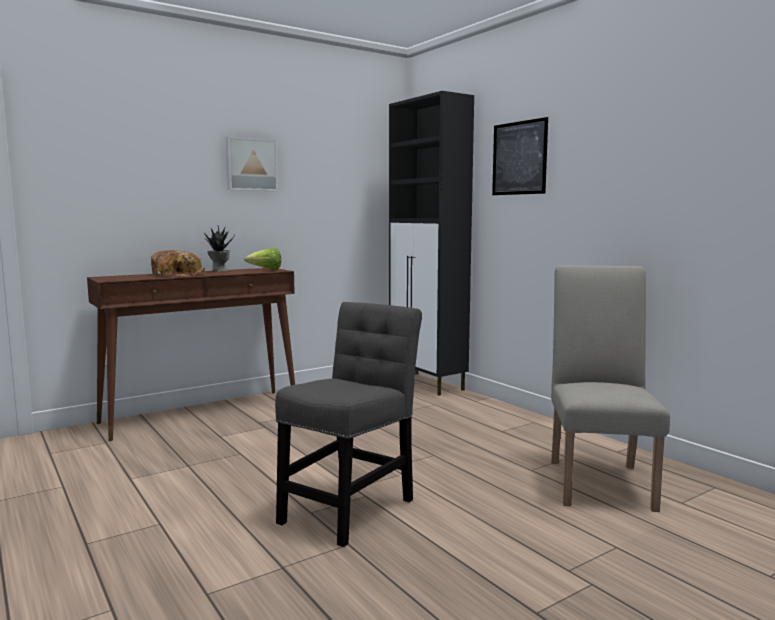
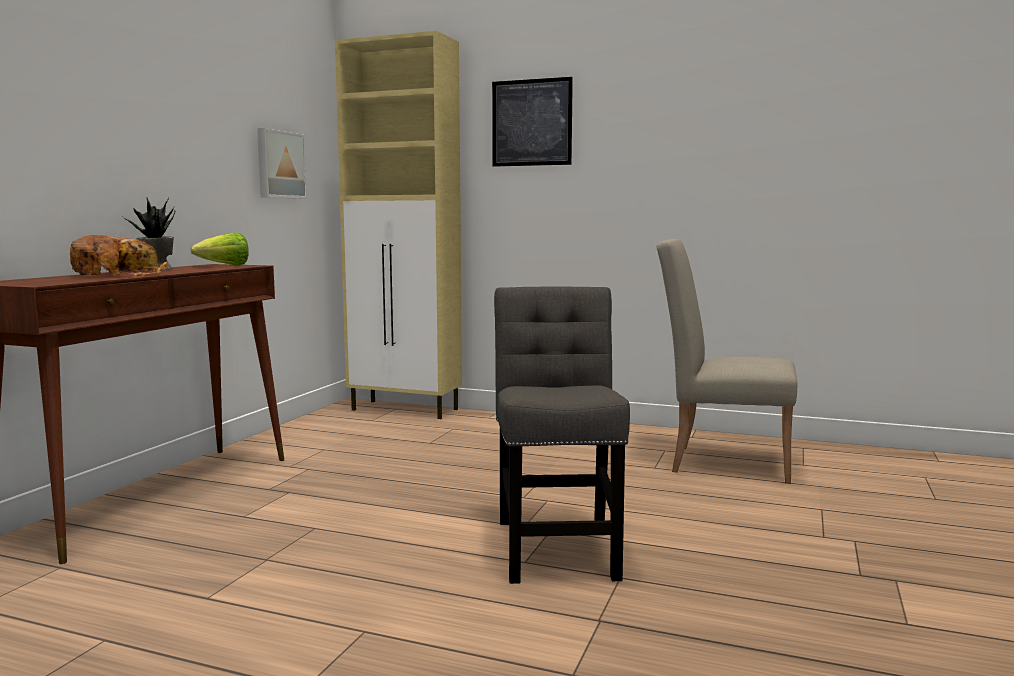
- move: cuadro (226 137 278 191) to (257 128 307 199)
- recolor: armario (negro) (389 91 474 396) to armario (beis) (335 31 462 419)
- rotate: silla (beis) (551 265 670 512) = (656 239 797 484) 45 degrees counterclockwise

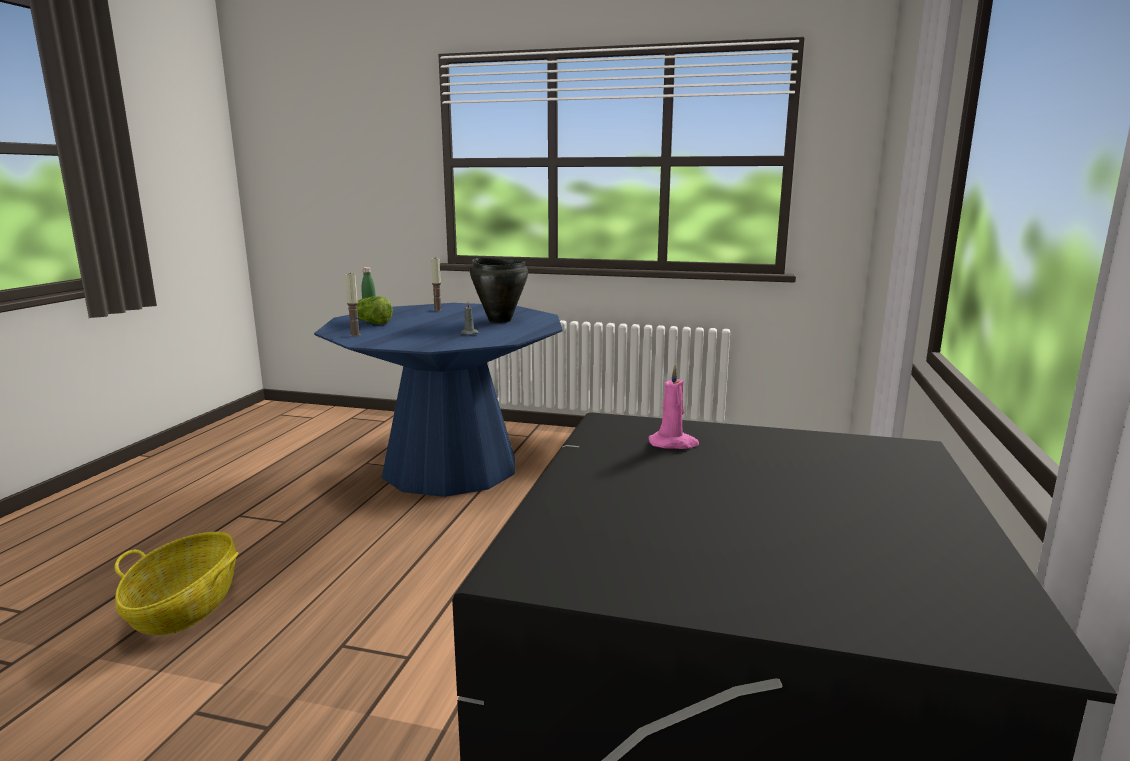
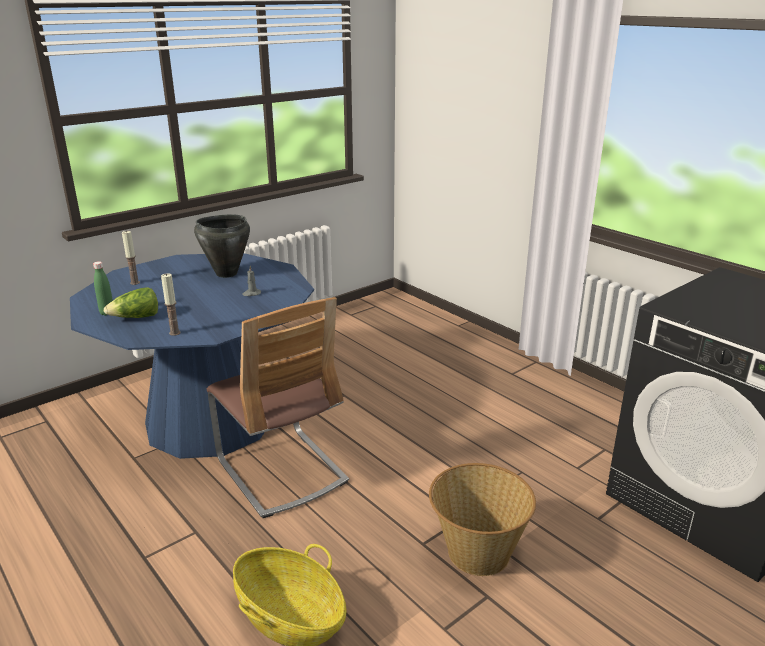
- insert: silla (207 297 349 518)
- insert: cesta (429 463 536 576)
- delete: vela (rosa) (648 365 699 449)

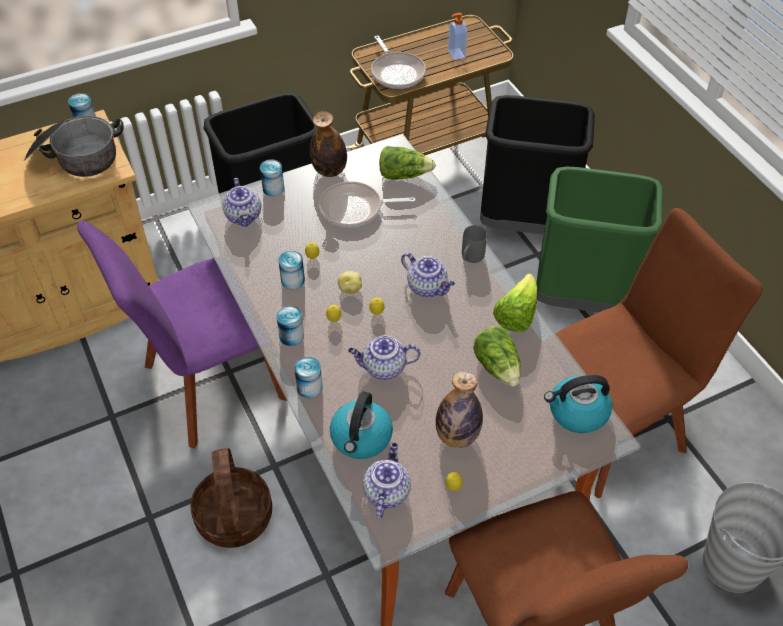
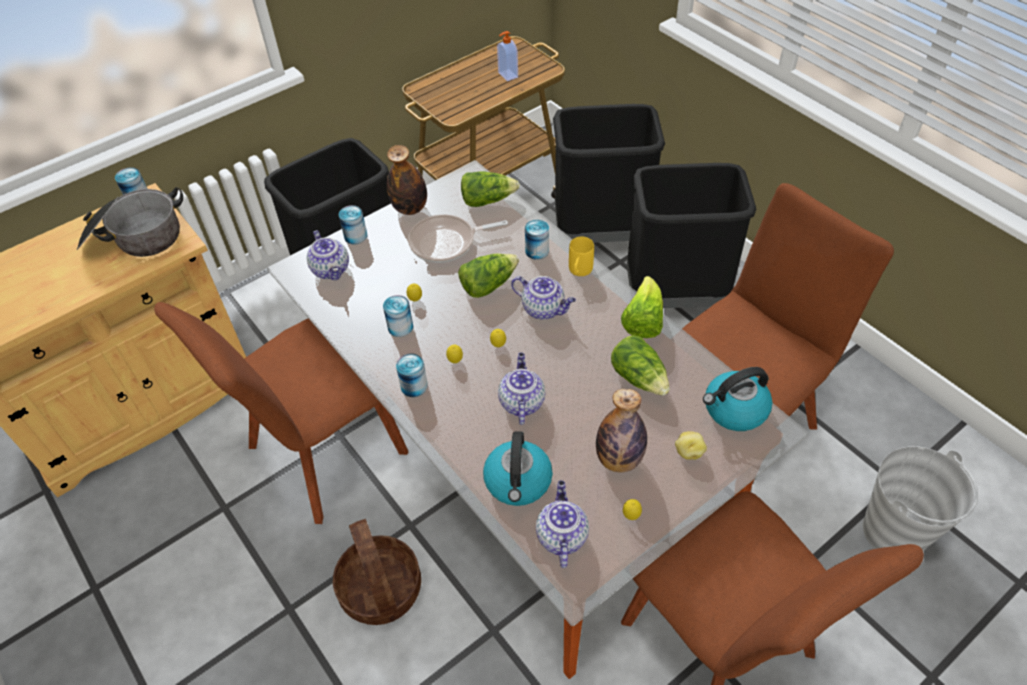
- recolor: silla (morado) (77 221 287 448) to silla (marrón) (154 302 408 524)
- insert: lechuga (458 253 519 298)
- rotate: tetera (348 335 421 380) = (498 353 546 425) 105 degrees clockwise
- move: lata (294 357 323 398) to (525 220 549 260)
- recolor: taza grande (gris) (462 225 487 263) to taza grande (amarillo) (569 236 594 276)
- recolor: papelera (verde) (536 167 663 313) to papelera (negro) (627 163 756 308)
- move: patata (338 271 362 294) to (675 431 707 460)
- delete: sartén (371 36 426 89)

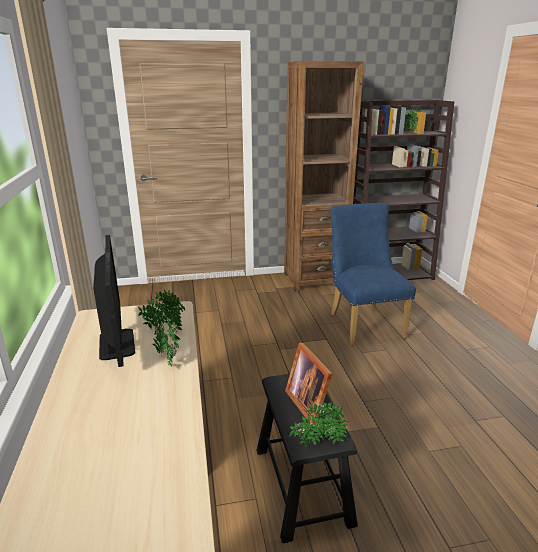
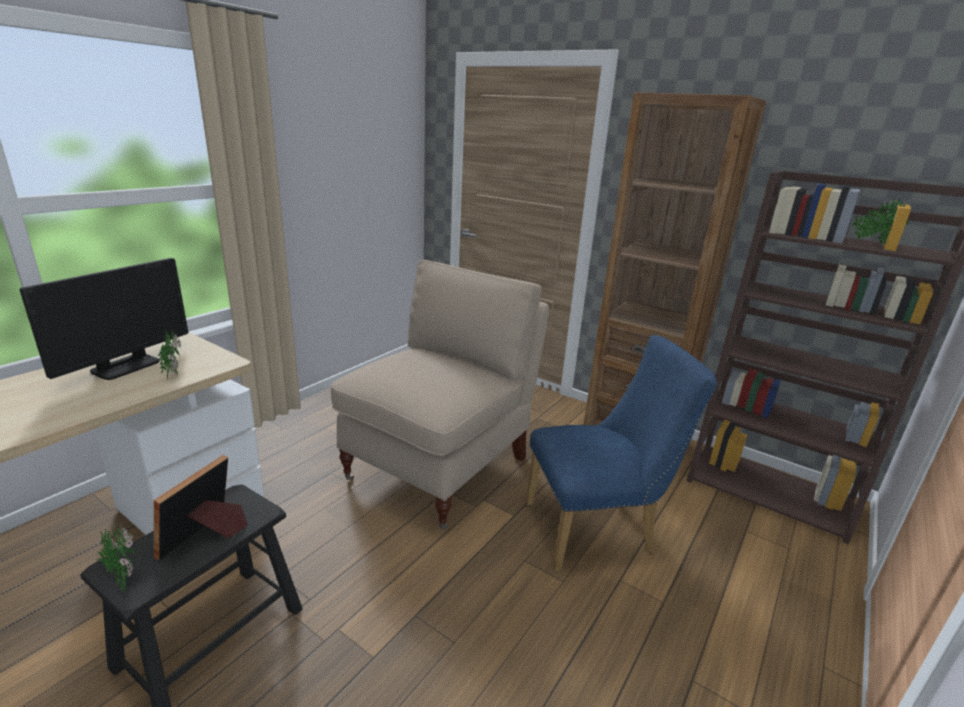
- insert: silla (beis) (331 260 549 530)
- rotate: silla (azul) (330 203 416 346) = (526 335 717 571) 45 degrees clockwise
- delete: planta en maceta (152 317 180 368)

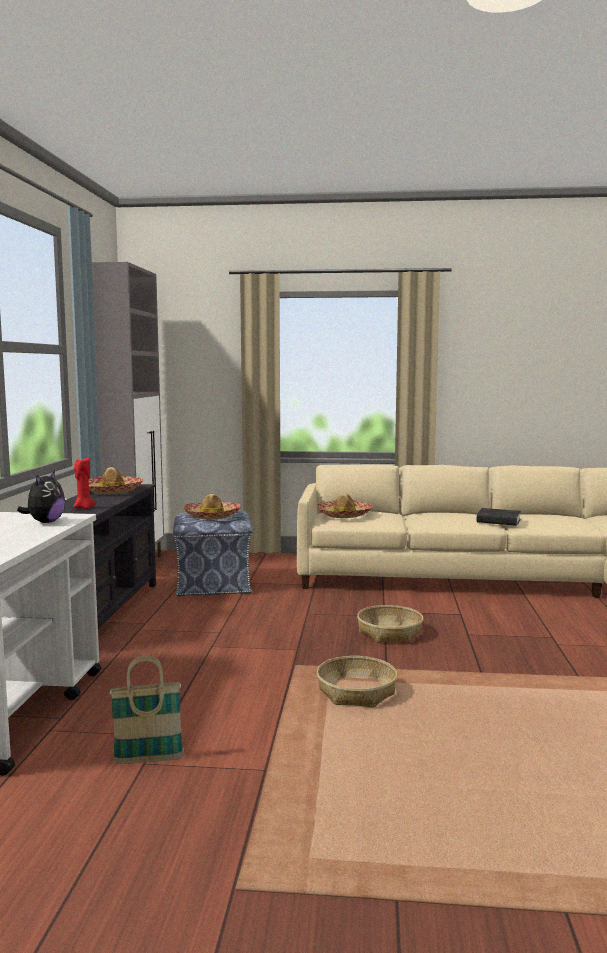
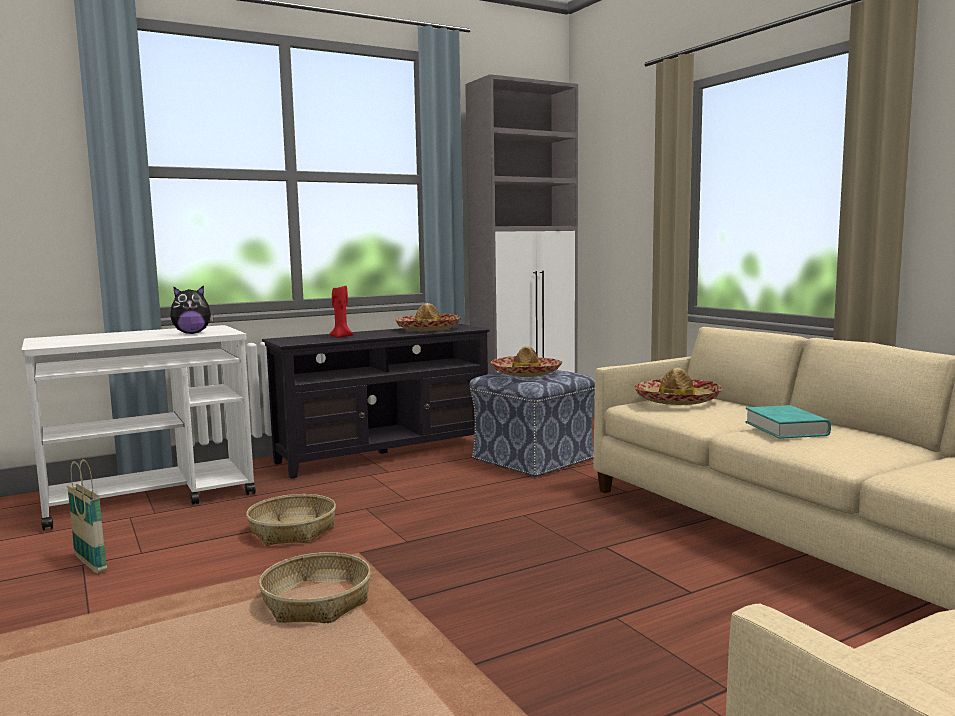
- move: cesta (357 605 423 643) to (246 494 336 546)
- insert: libro (turquesa) (745 405 831 439)
- delete: libro (negro) (477 508 521 526)

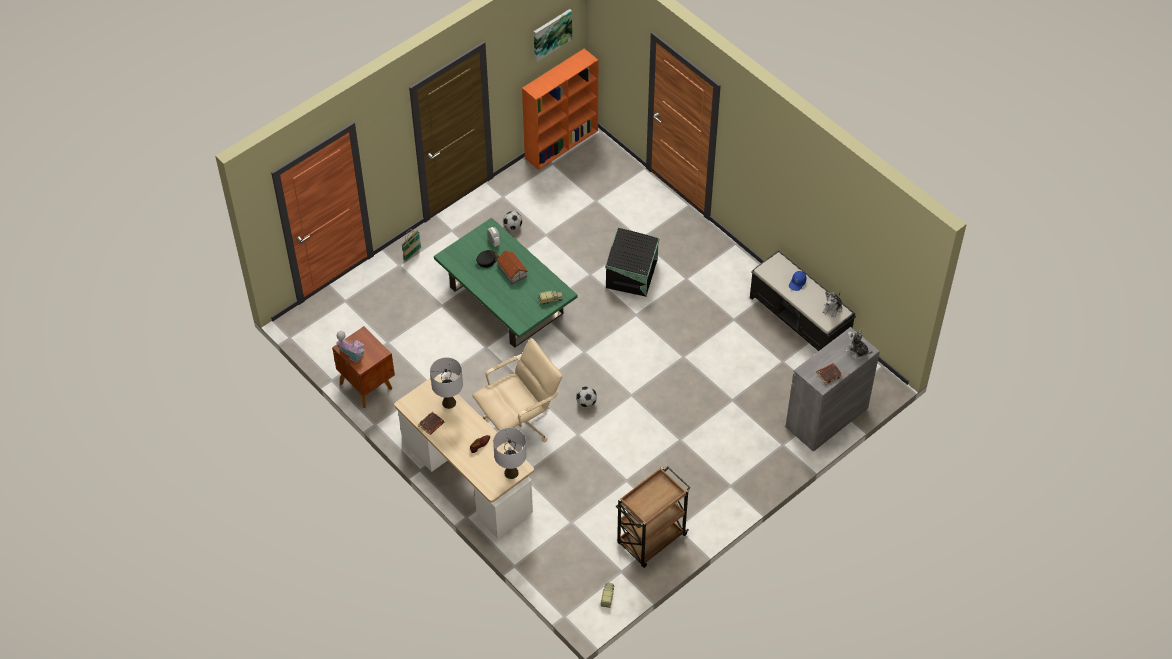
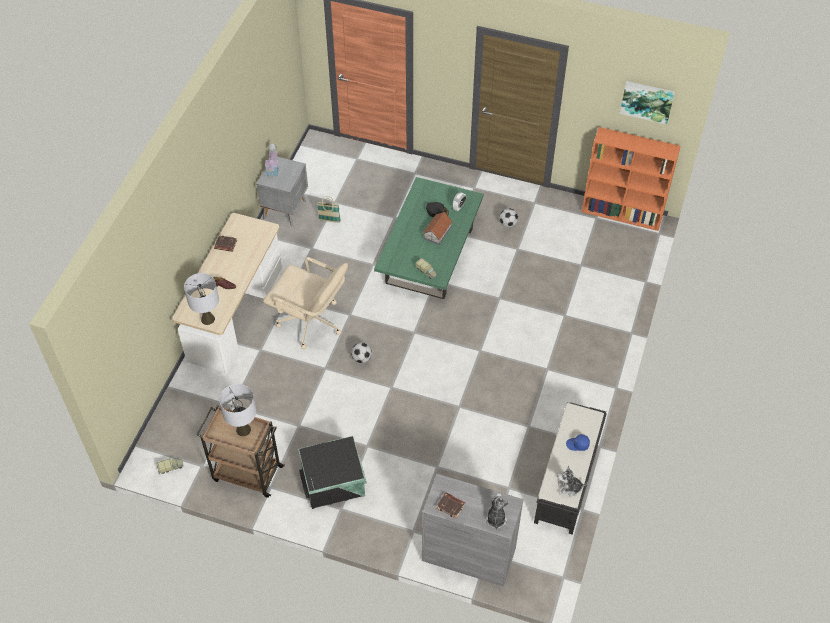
- move: lámpara de mesa (gris) (430 357 463 409) to (219 384 256 436)
- recolor: mesita de noche (marrón) (332 326 395 408) to mesita de noche (gris) (256 157 308 227)
- move: caja de almacenaje (negro) (605 227 659 297) to (298 436 367 509)
- move: cesta (402 229 421 261) to (317 196 341 223)

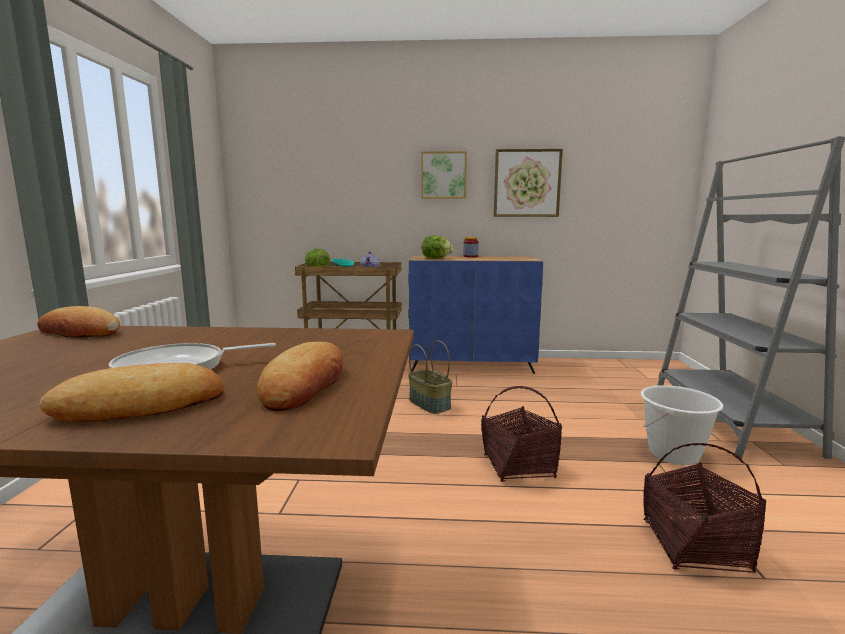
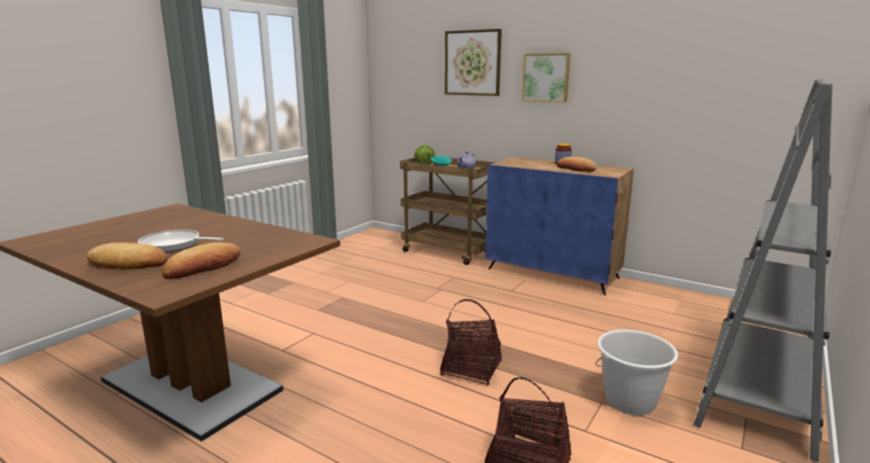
- move: cuadro (494 149 563 217) to (445 29 502 96)
- move: pan (37 306 120 338) to (557 157 597 172)
- delete: cesta (408 340 453 414)
- delete: lechuga (422 235 453 259)

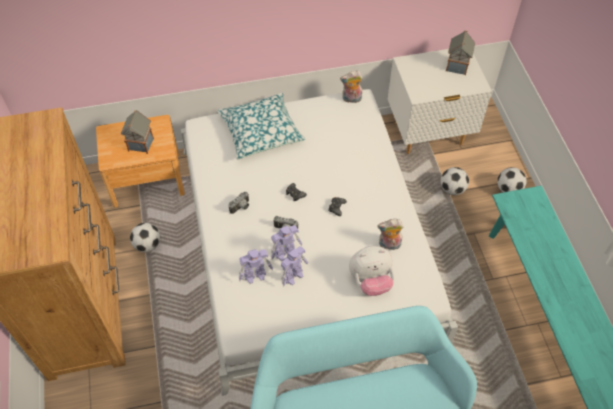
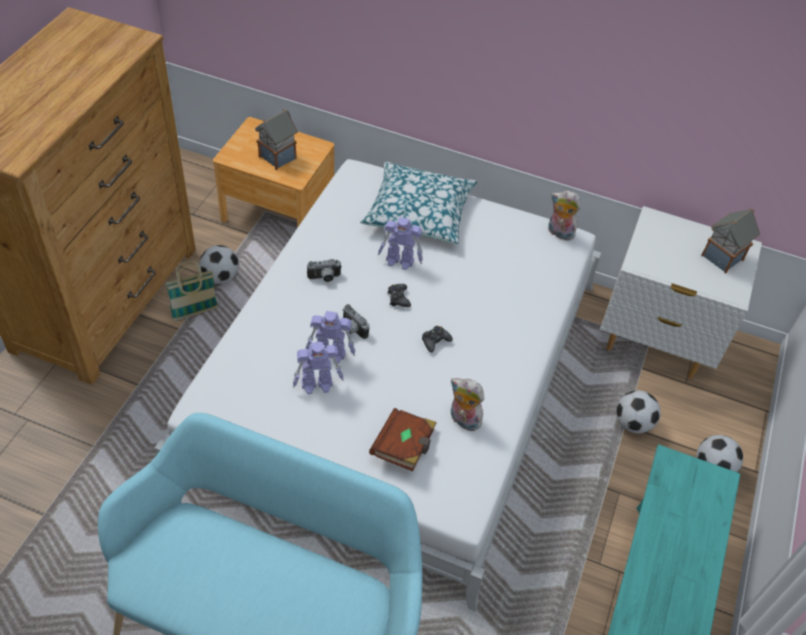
- insert: cesta (165 261 218 321)
- replace: peluche (349 246 394 296) to libro (marrón) (369 408 437 471)
- move: robot de juguete (239 249 273 284) to (378 217 423 270)

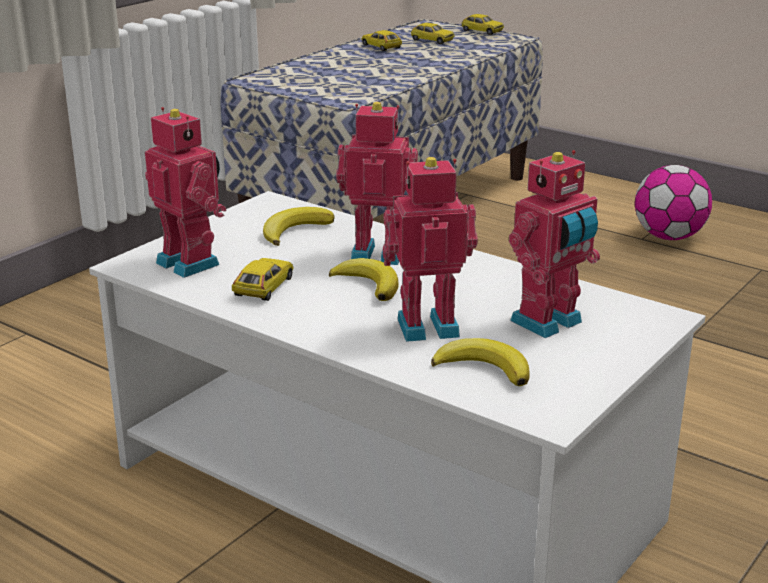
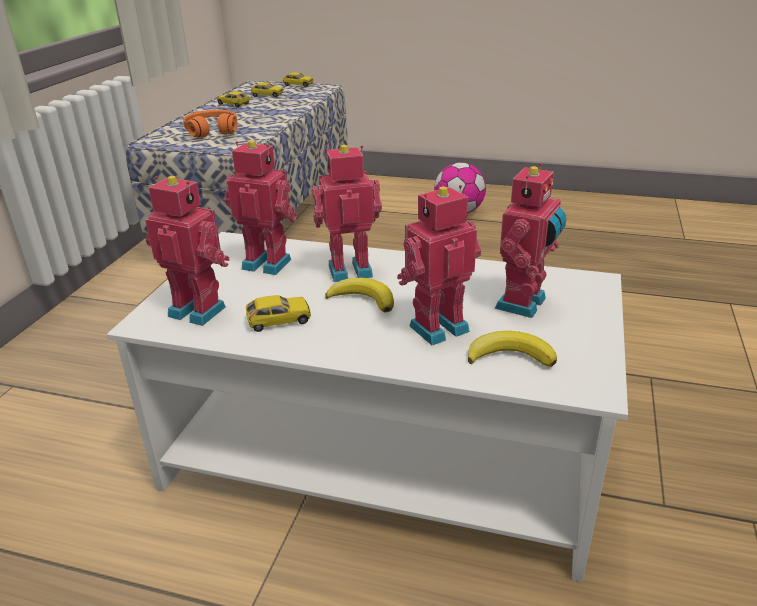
- insert: auriculares (naranja) (183 110 237 138)
- replace: plátano (263 207 334 246) to robot de juguete (224 140 297 275)
- rotate: coche de juguete (232 258 294 301) = (246 295 311 332) 75 degrees clockwise

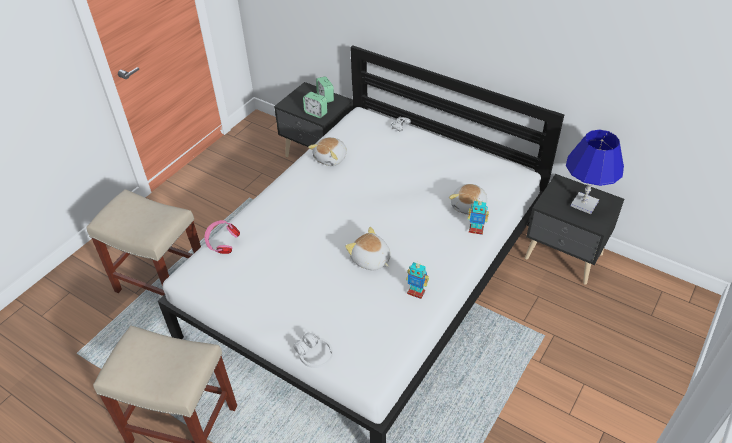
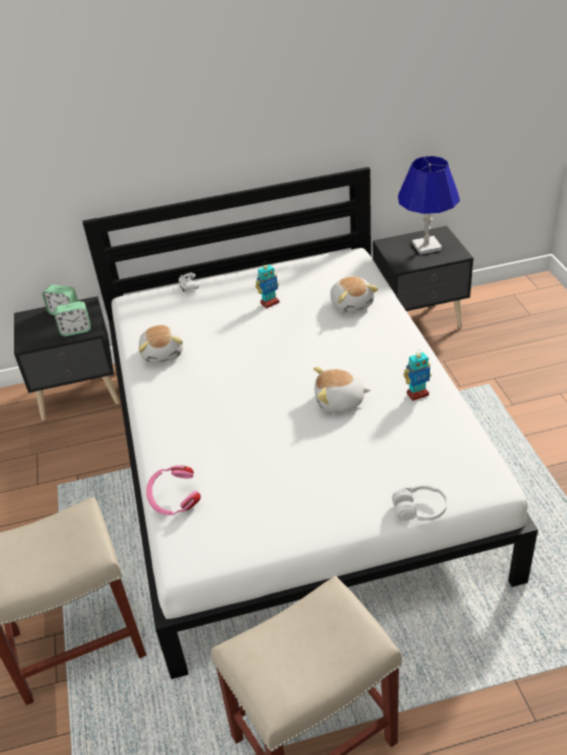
- move: robot de juguete (468 199 489 235) to (255 261 280 308)

